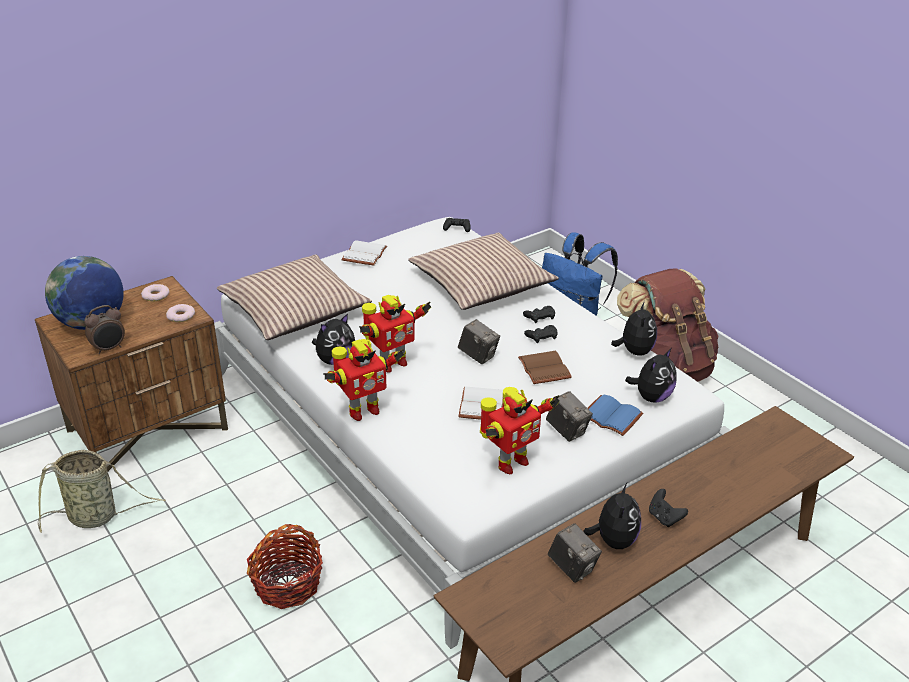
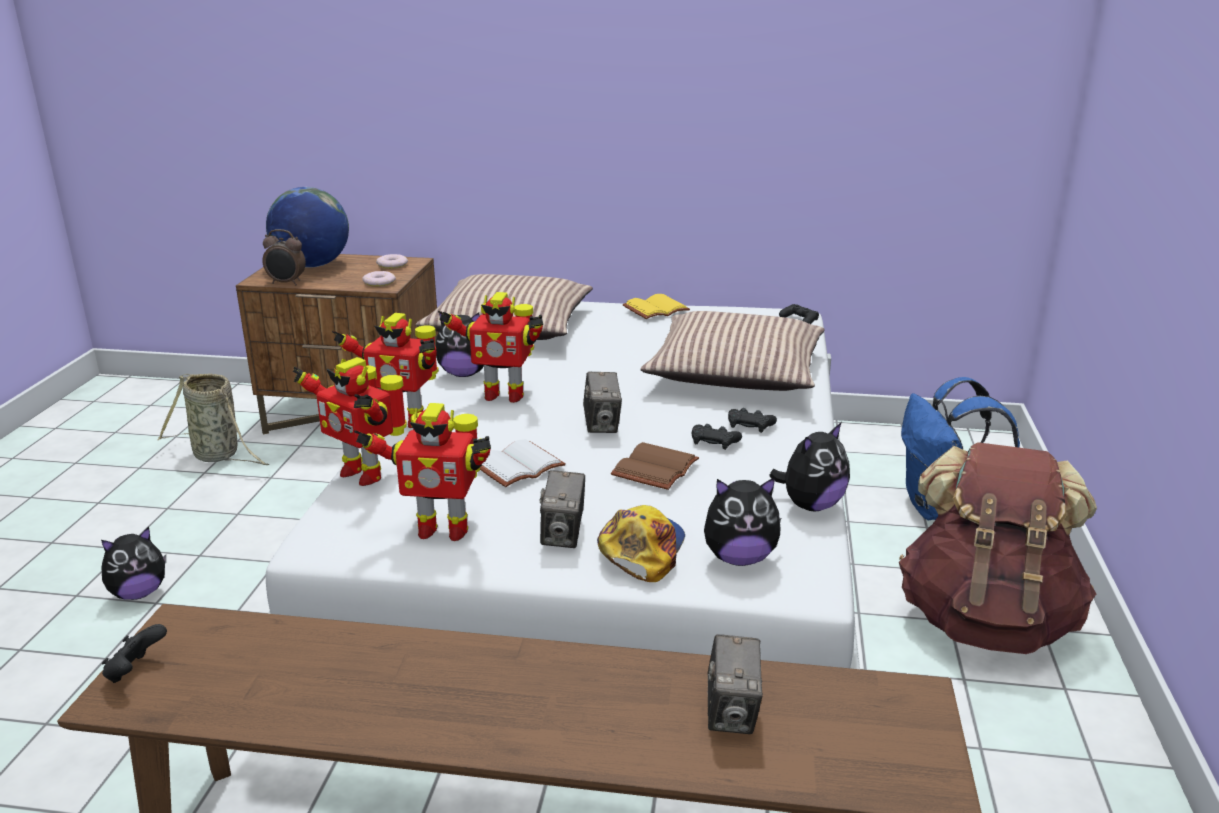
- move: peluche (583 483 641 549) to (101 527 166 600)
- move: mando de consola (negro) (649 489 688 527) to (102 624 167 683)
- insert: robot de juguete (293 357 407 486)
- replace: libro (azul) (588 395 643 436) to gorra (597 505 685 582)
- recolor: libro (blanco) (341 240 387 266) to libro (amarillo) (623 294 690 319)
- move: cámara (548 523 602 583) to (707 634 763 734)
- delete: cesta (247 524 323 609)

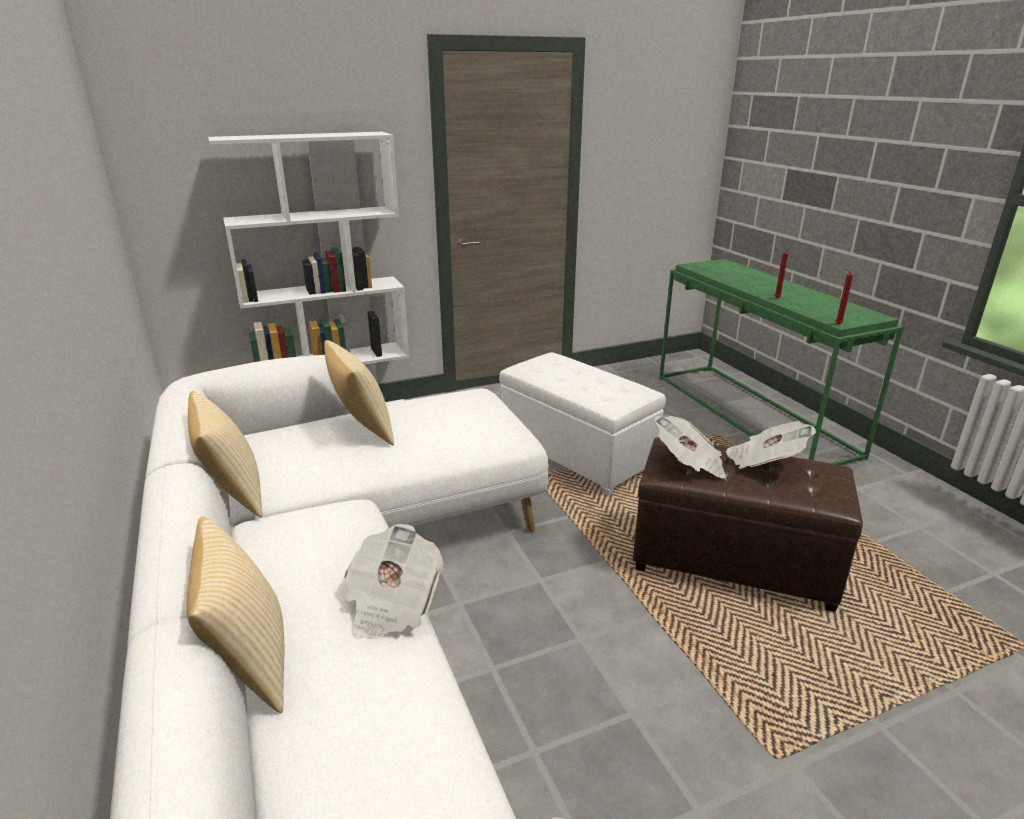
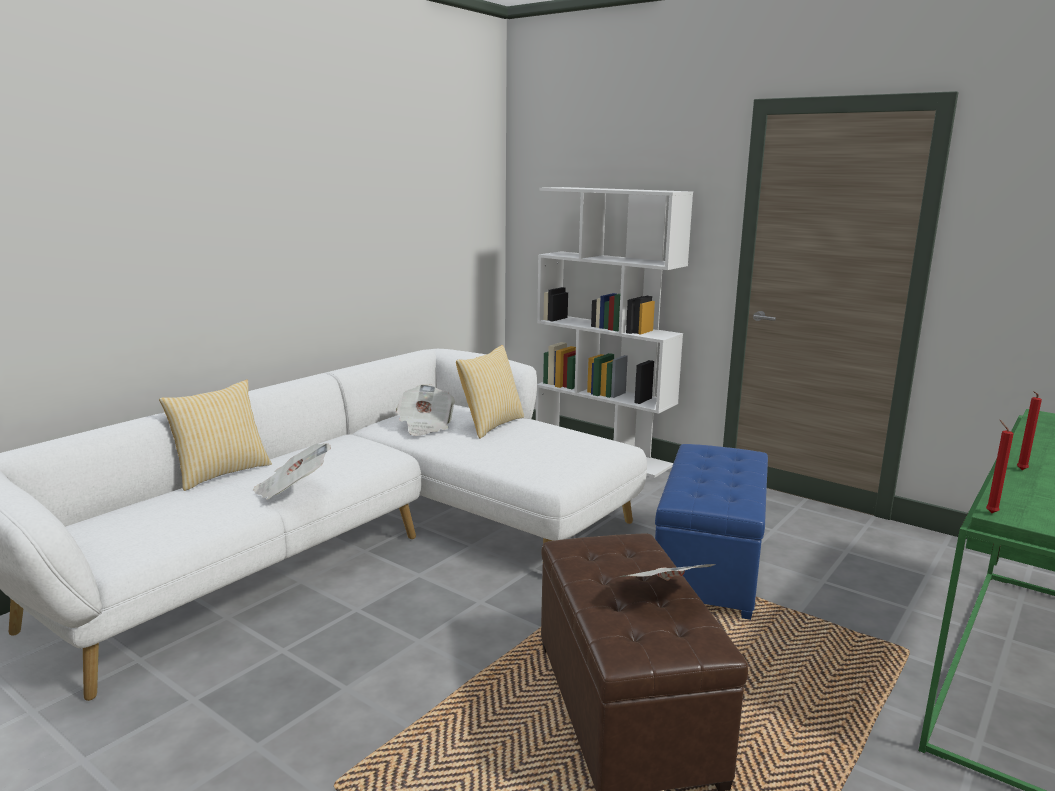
- move: periódico (655 416 726 479) to (396 384 455 436)
- recolor: puf (blanco) (499 352 666 496) to puf (azul) (655 444 768 620)
- delete: cojín (188 391 262 518)

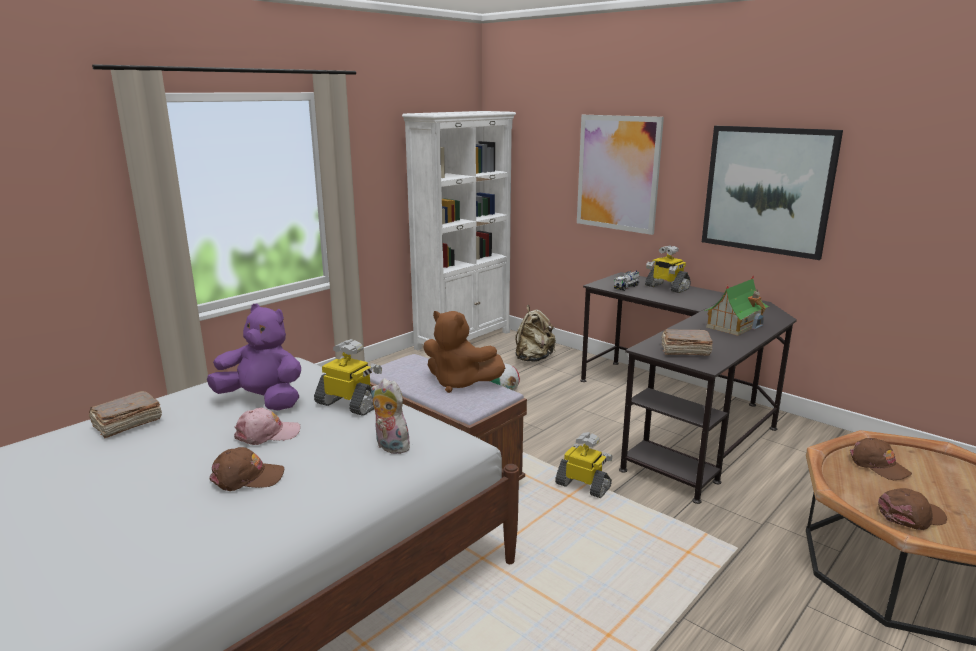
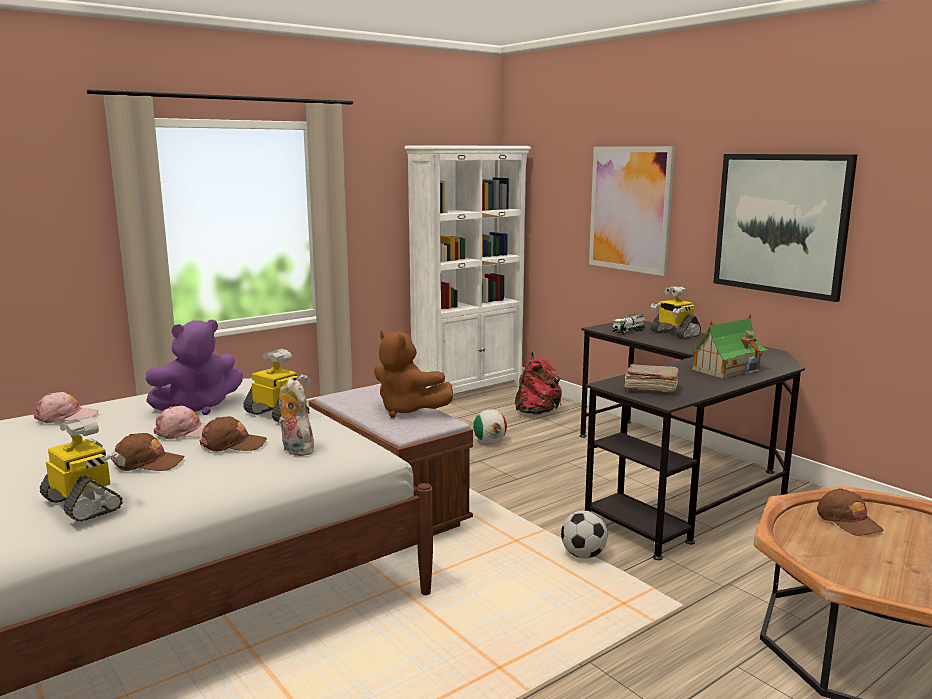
- replace: libro (marrón) (89 391 162 438) to gorra (rosa) (33 392 99 423)
- move: robot de juguete (555 432 613 498) to (40 416 126 522)
- rotate: peluche (morado) (207 303 301 411) = (146 320 243 415) 120 degrees clockwise
- move: gorra (marrón) (878 488 947 530) to (200 416 267 452)
- recolor: mochila (beis) (516 305 556 362) to mochila (rojo) (515 352 562 415)
- insert: balón de fútbol (561 510 608 559)

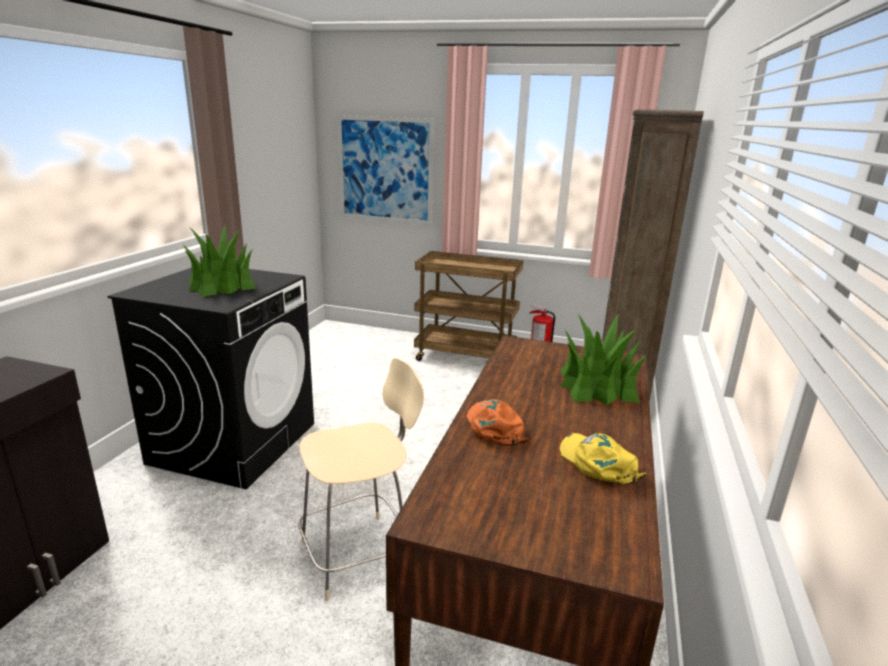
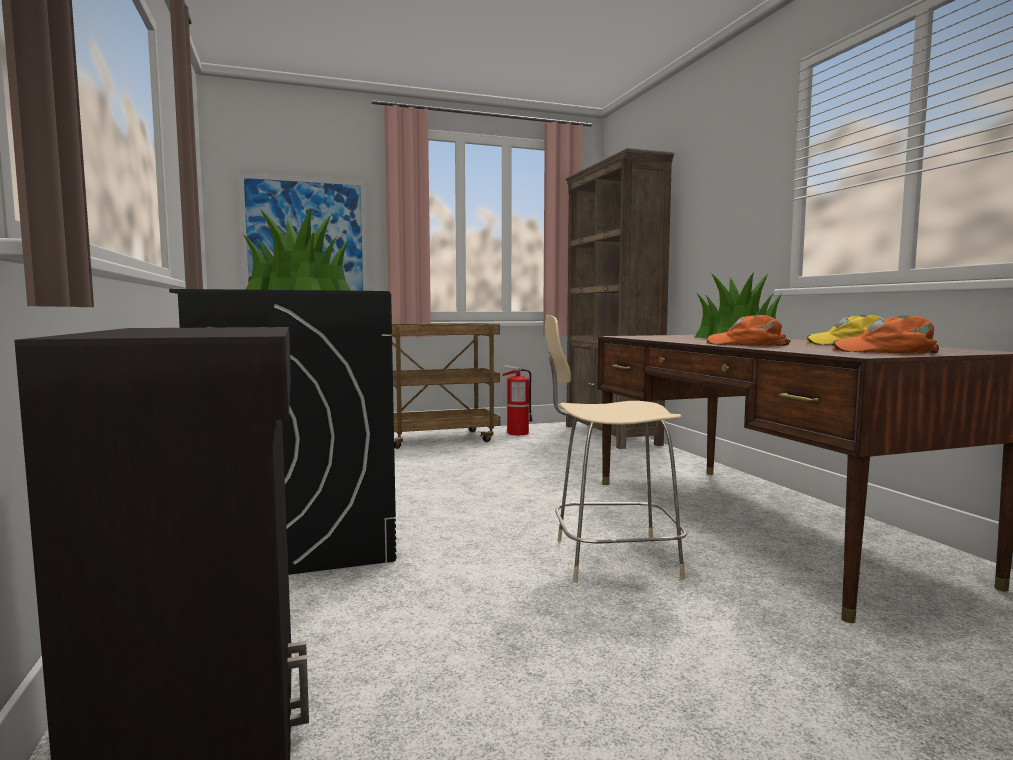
- rotate: silla (beis) (298 358 424 601) = (545 315 687 583) 120 degrees counterclockwise
- insert: gorra (naranja) (832 316 939 353)

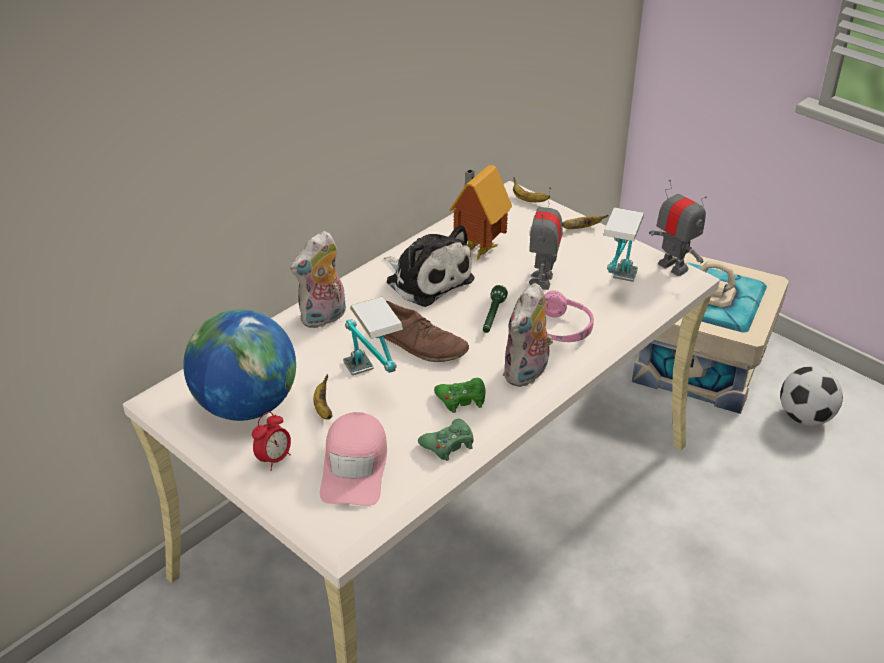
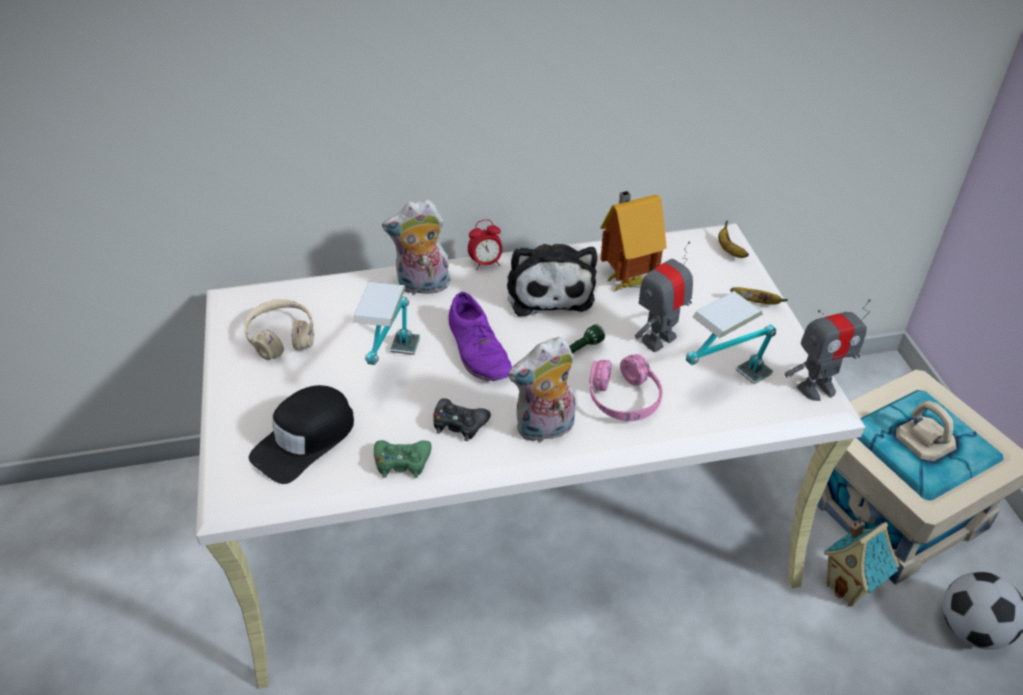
- replace: globo terráqueo (183 309 296 421) to auriculares (beis) (245 299 314 360)
- recolor: gorra (rosa) (320 412 387 506) to gorra (negro) (249 385 354 484)
- recolor: mando de consola (verde) (434 378 485 413) to mando de consola (negro) (433 399 491 441)
- recolor: zapato (marrón) (384 301 469 362) to zapato (morado) (448 292 512 381)
- move: despertador (252 412 291 471) to (468 219 502 270)
- rotate: robot de juguete (649 179 707 276) = (785 299 871 401) 75 degrees clockwise
- insert: casita (824 515 899 607)
- delete: plátano (313 374 332 420)

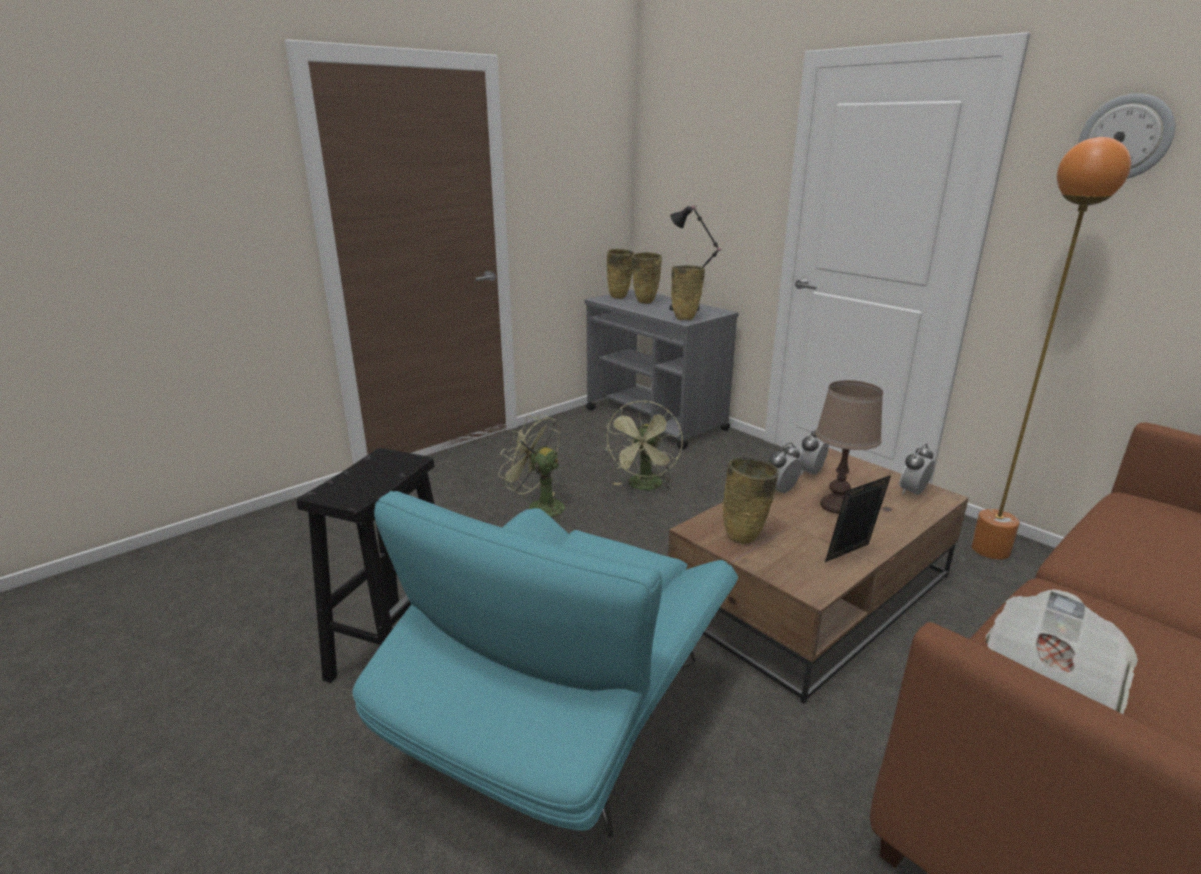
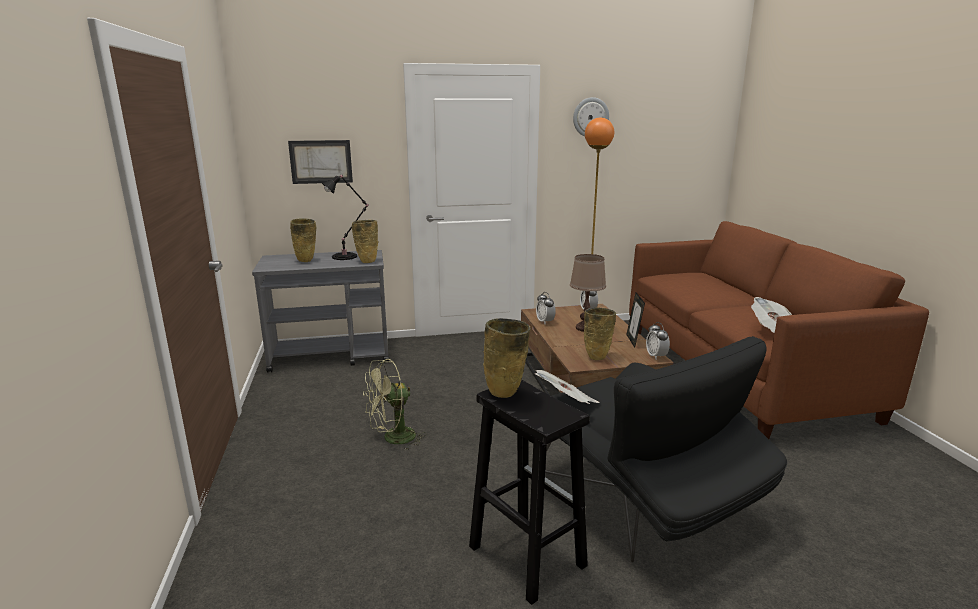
- insert: cuadro (288 140 353 184)
- move: florero (beis) (607 249 634 299) to (483 318 531 398)
- insert: periódico (534 370 600 404)
- recolor: sillón (turquesa) (353 491 738 838) to sillón (negro) (545 336 787 563)
- move: despertador (769 442 802 493) to (646 322 670 359)
- delete: ventilador (verde) (604 401 683 490)

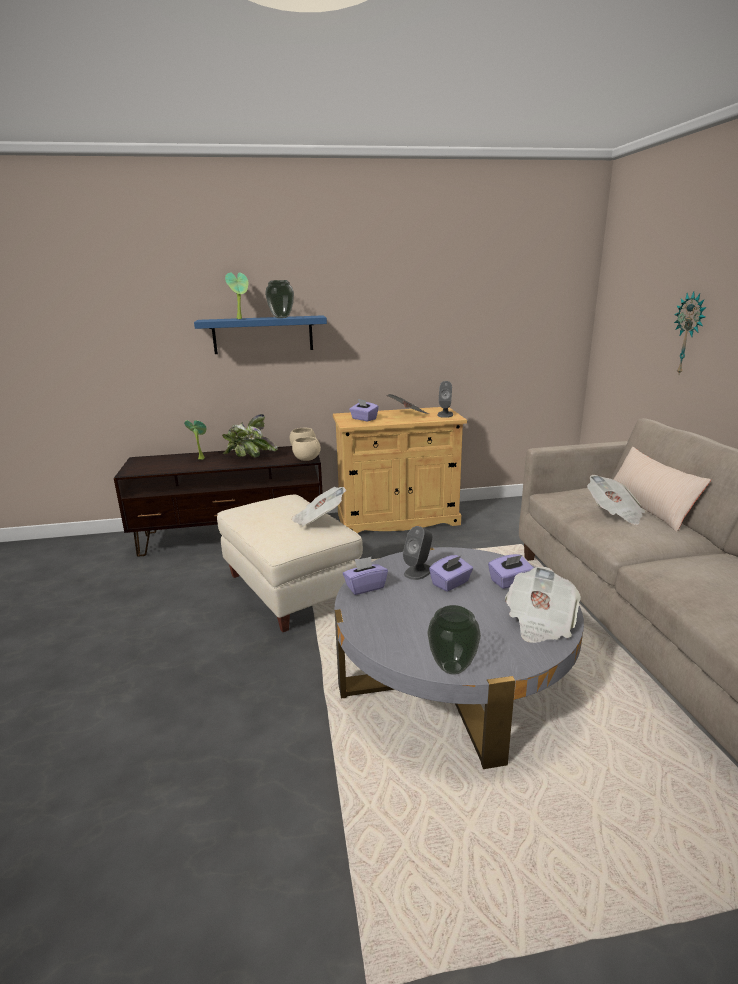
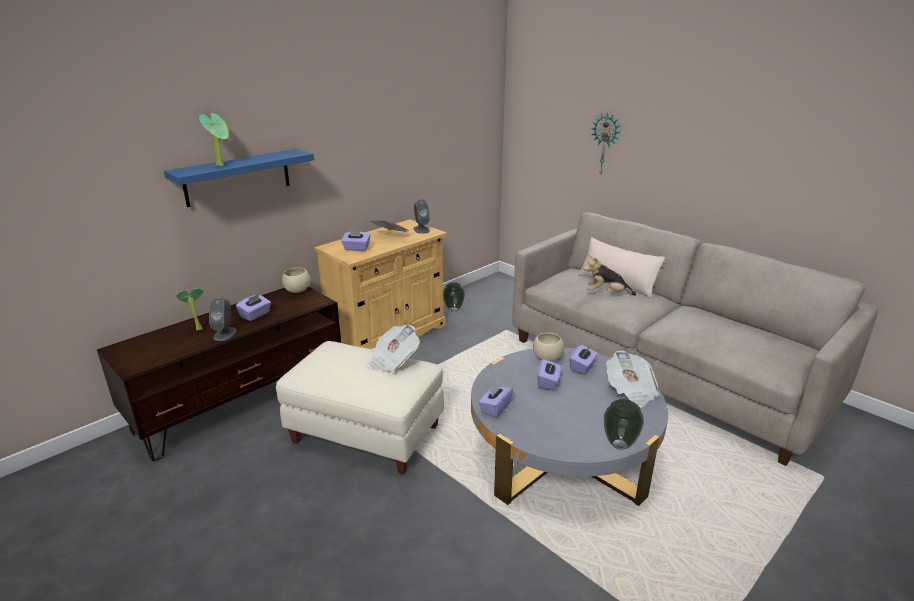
- move: altavoz (gris) (403 526 432 580) to (209 297 236 341)
- replace: planta en maceta (222 414 277 457) to caja de pañuelos (morado) (236 294 271 321)
- move: florero (265 280 294 318) to (443 282 465 312)
- move: cuenco (beis) (292 437 321 461) to (533 332 564 362)
- replace: periódico (587 475 645 525) to peluche (583 255 636 296)

